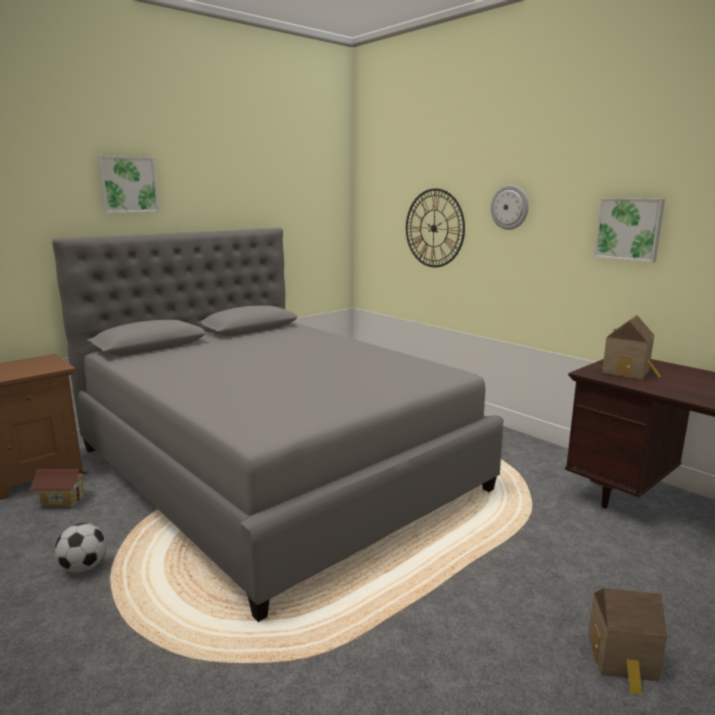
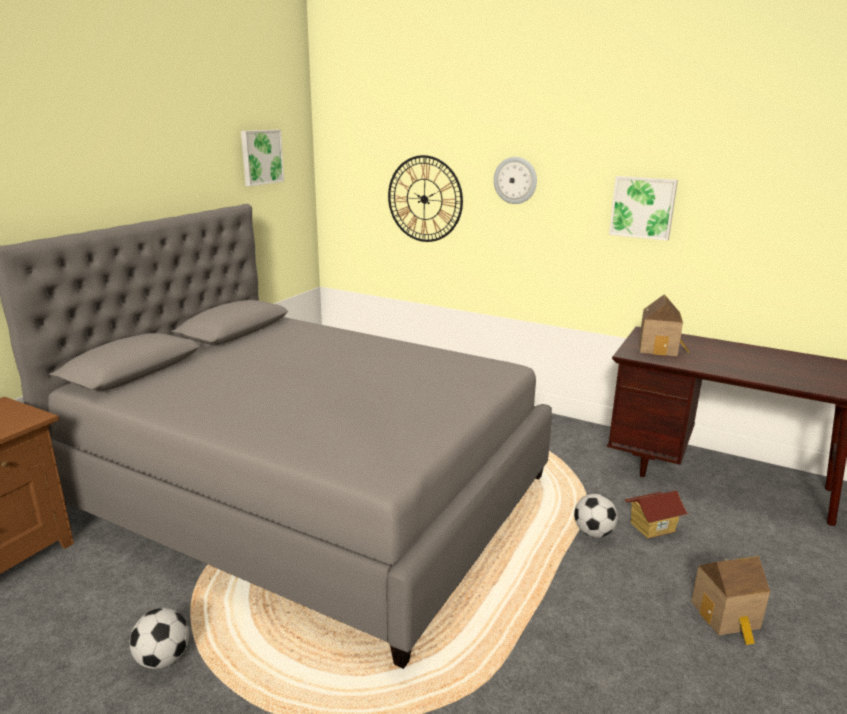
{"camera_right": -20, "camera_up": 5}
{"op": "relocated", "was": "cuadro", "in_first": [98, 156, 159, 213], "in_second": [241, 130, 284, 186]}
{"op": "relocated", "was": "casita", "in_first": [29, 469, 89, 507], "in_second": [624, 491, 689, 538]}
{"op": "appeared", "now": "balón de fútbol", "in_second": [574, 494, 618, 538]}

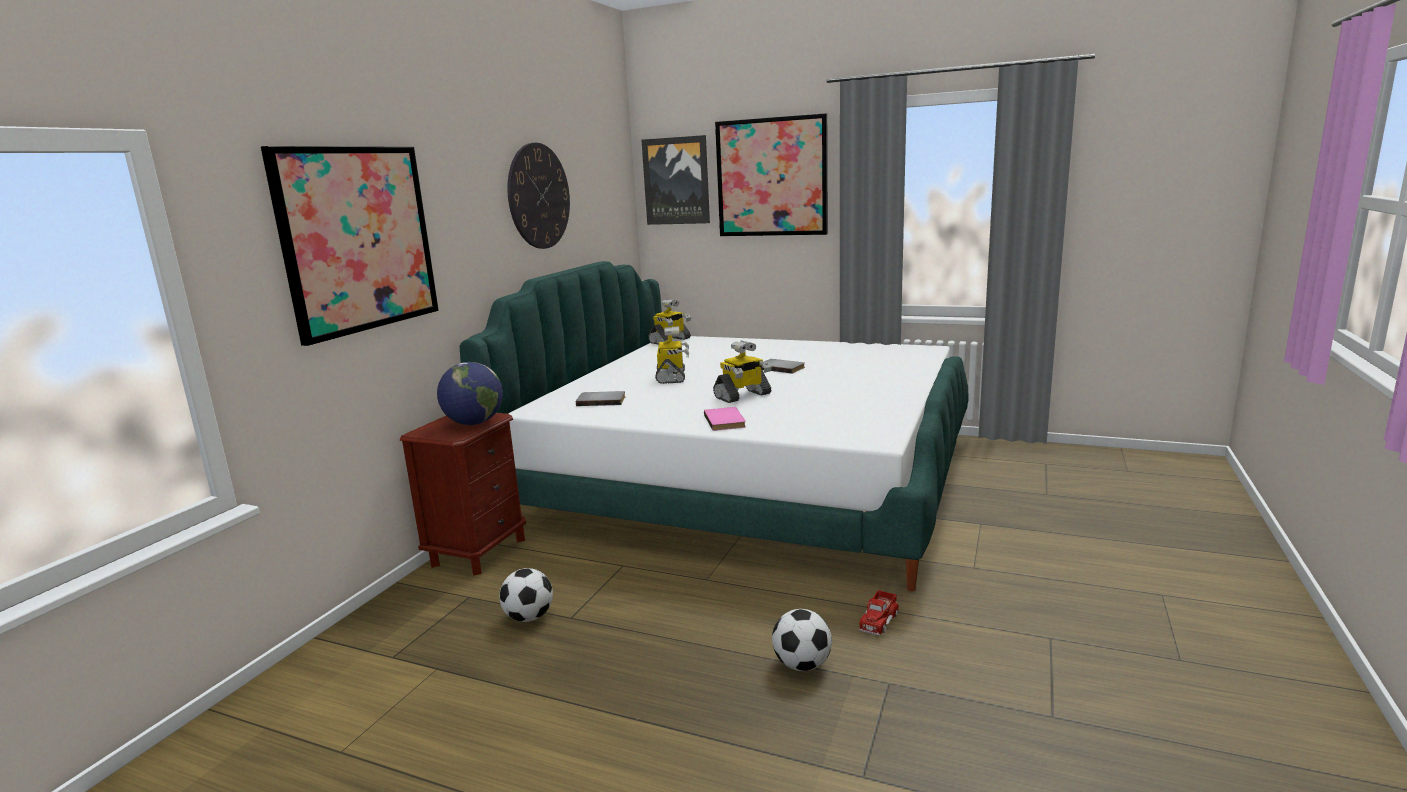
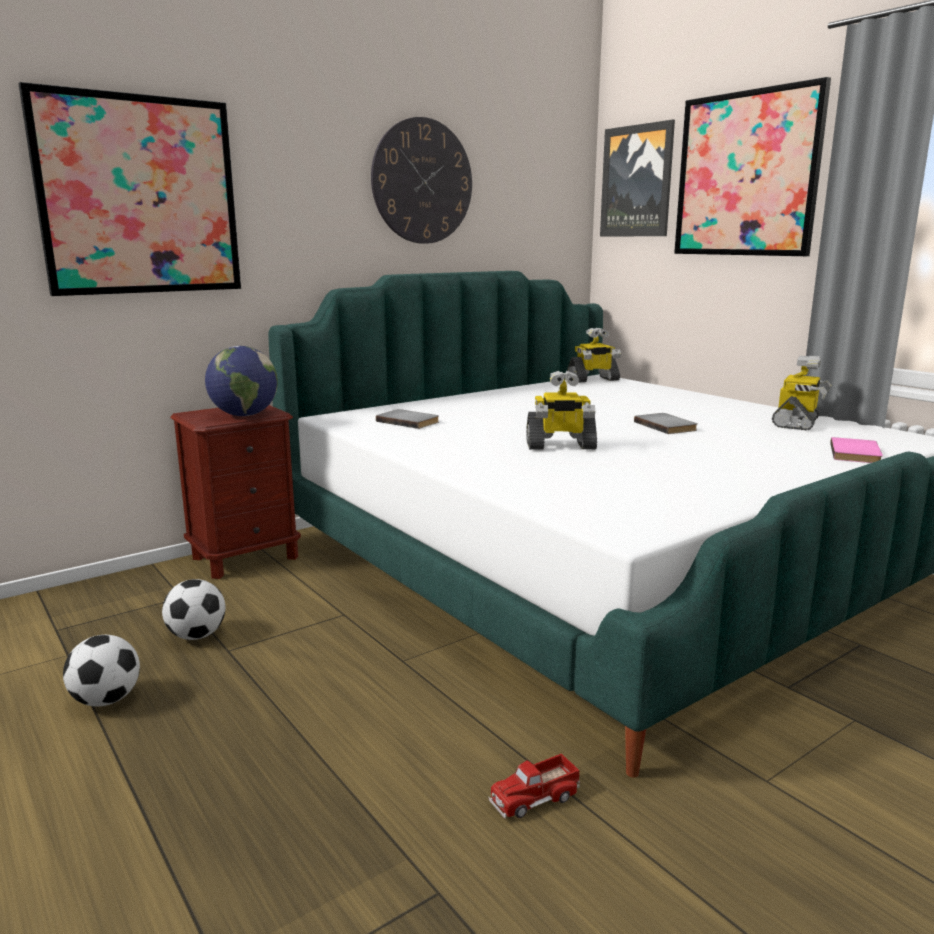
{"camera_right": 30, "camera_up": 0}
{"op": "relocated", "was": "robot de juguete", "in_first": [655, 326, 689, 384], "in_second": [772, 356, 831, 430]}
{"op": "relocated", "was": "libro/rosa", "in_first": [704, 407, 746, 431], "in_second": [830, 437, 883, 463]}
{"op": "relocated", "was": "balón de fútbol", "in_first": [772, 609, 832, 671], "in_second": [63, 635, 140, 706]}

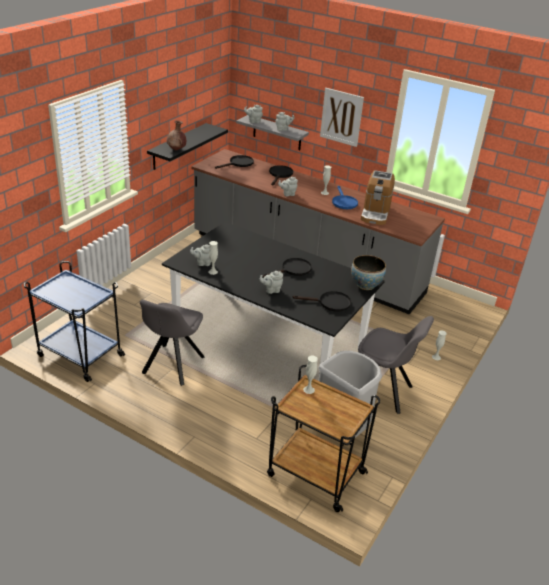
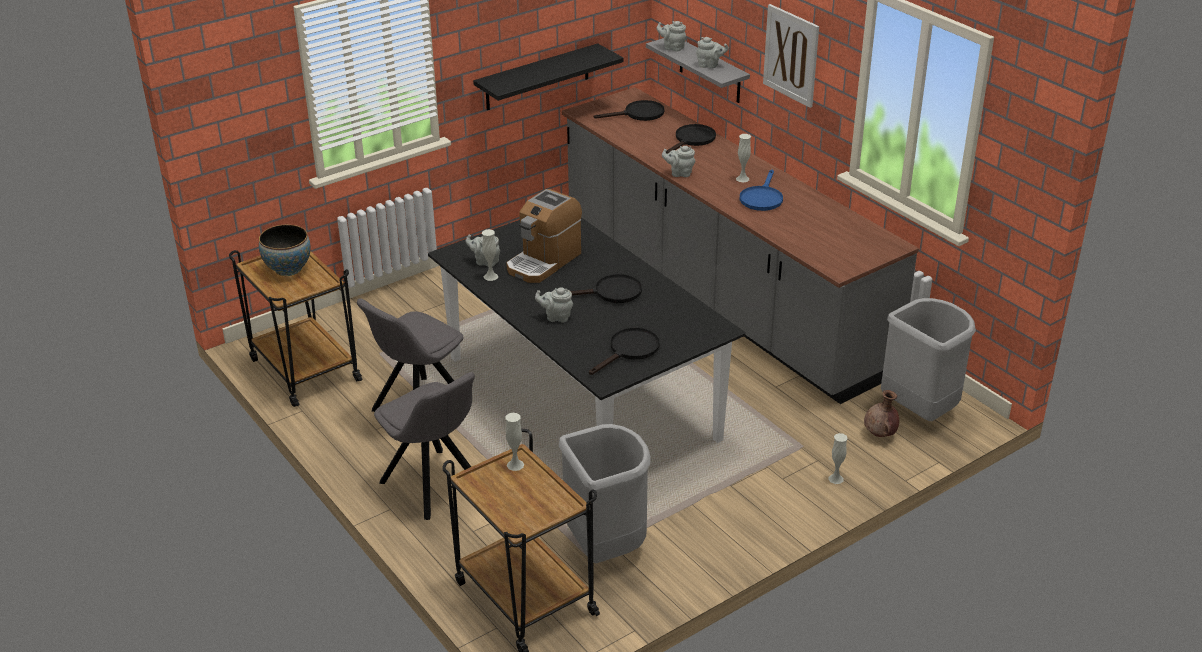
{"camera_right": 25, "camera_up": 0}
{"op": "relocated", "was": "florero/marrón", "in_first": [167, 120, 186, 150], "in_second": [864, 390, 899, 437]}
{"op": "relocated", "was": "cafetera", "in_first": [361, 170, 395, 225], "in_second": [506, 189, 582, 283]}
{"op": "relocated", "was": "cuenco", "in_first": [351, 255, 386, 290], "in_second": [259, 225, 311, 276]}
{"op": "colour", "was": "carrito/azul", "now": "carrito/marrón", "in_first": [24, 261, 125, 382], "in_second": [229, 250, 362, 407]}
{"op": "spun", "was": "sartén/negro", "in_first": [293, 291, 351, 312], "in_second": [589, 328, 660, 375], "clockwise": -75}
{"op": "relocated", "was": "silla/gris", "in_first": [358, 316, 434, 414], "in_second": [374, 372, 475, 520]}
{"op": "appeared", "now": "papelera/gris", "in_second": [881, 298, 976, 421]}

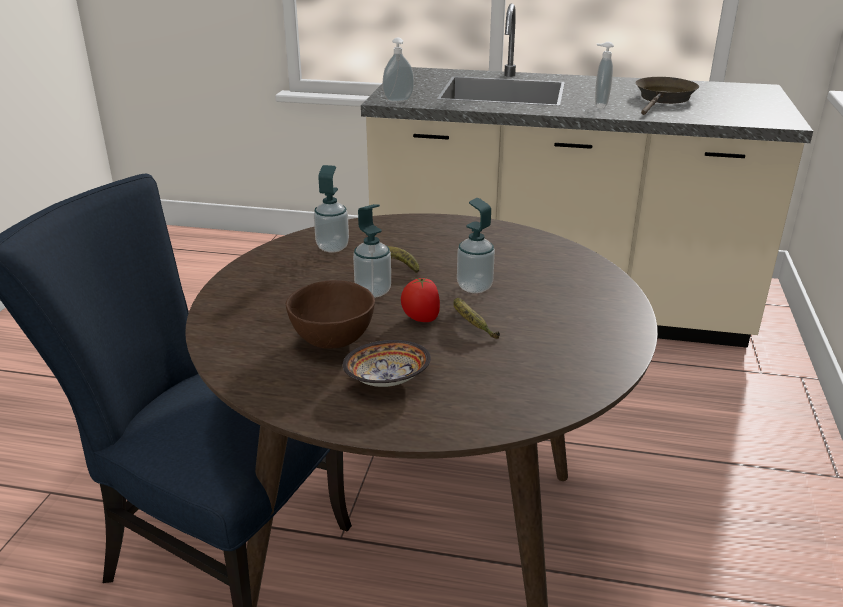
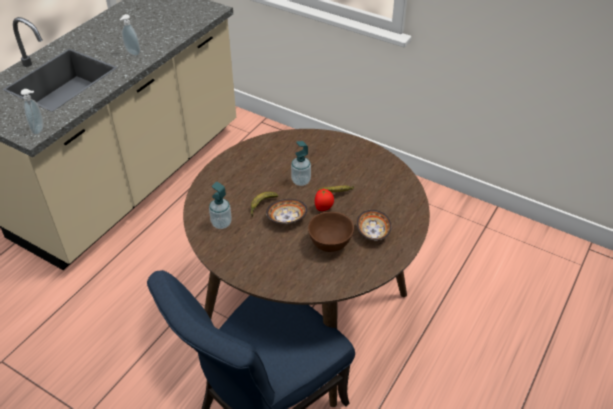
{"camera_right": -70, "camera_up": 15}
{"op": "missing", "was": "sartén/marrón", "in_first": [635, 77, 699, 115]}
{"op": "exchanged", "was": "dispensador de jabón", "now": "cuenco", "in_first": [353, 204, 391, 298], "in_second": [266, 199, 307, 224]}

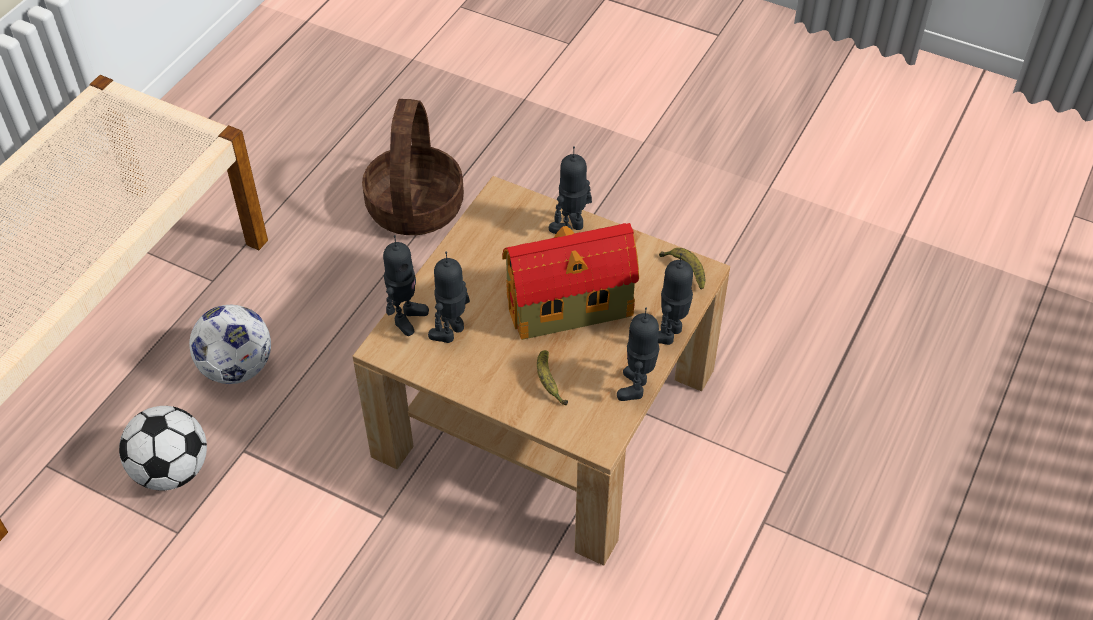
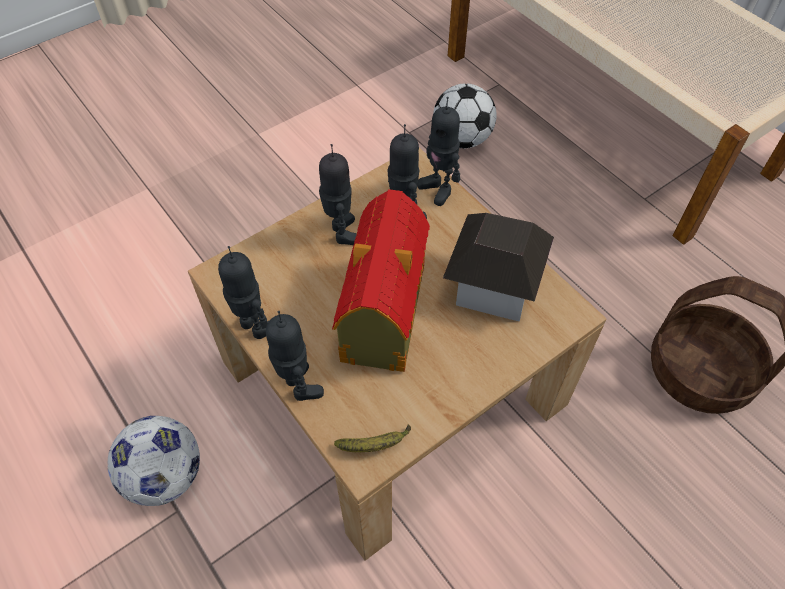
{"camera_right": 115, "camera_up": 5}
{"op": "relocated", "was": "robot de juguete", "in_first": [549, 146, 592, 234], "in_second": [319, 144, 357, 245]}
{"op": "relocated", "was": "balón de fútbol", "in_first": [189, 305, 271, 384], "in_second": [108, 416, 200, 506]}
{"op": "missing", "was": "plátano", "in_first": [537, 350, 568, 405]}
{"op": "appeared", "now": "casita", "in_second": [443, 213, 554, 322]}

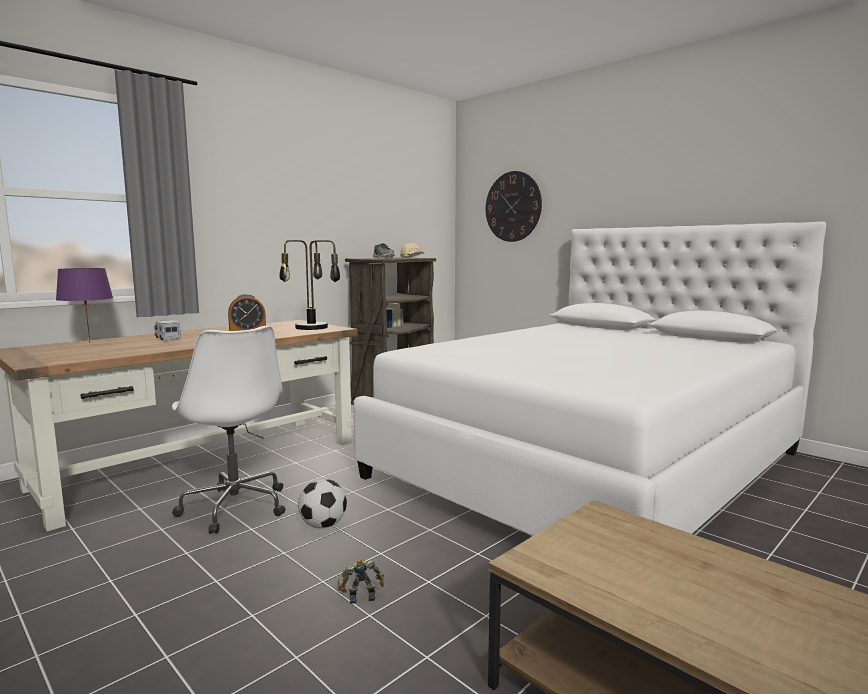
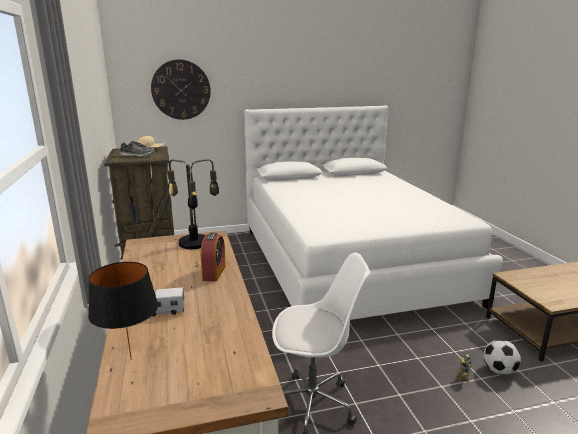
{"camera_right": -60, "camera_up": 10}
{"op": "colour", "was": "lámpara de mesa/morado", "now": "lámpara de mesa/negro", "in_first": [56, 268, 113, 343], "in_second": [88, 262, 158, 360]}
{"op": "relocated", "was": "balón de fútbol", "in_first": [298, 479, 347, 529], "in_second": [484, 340, 521, 375]}

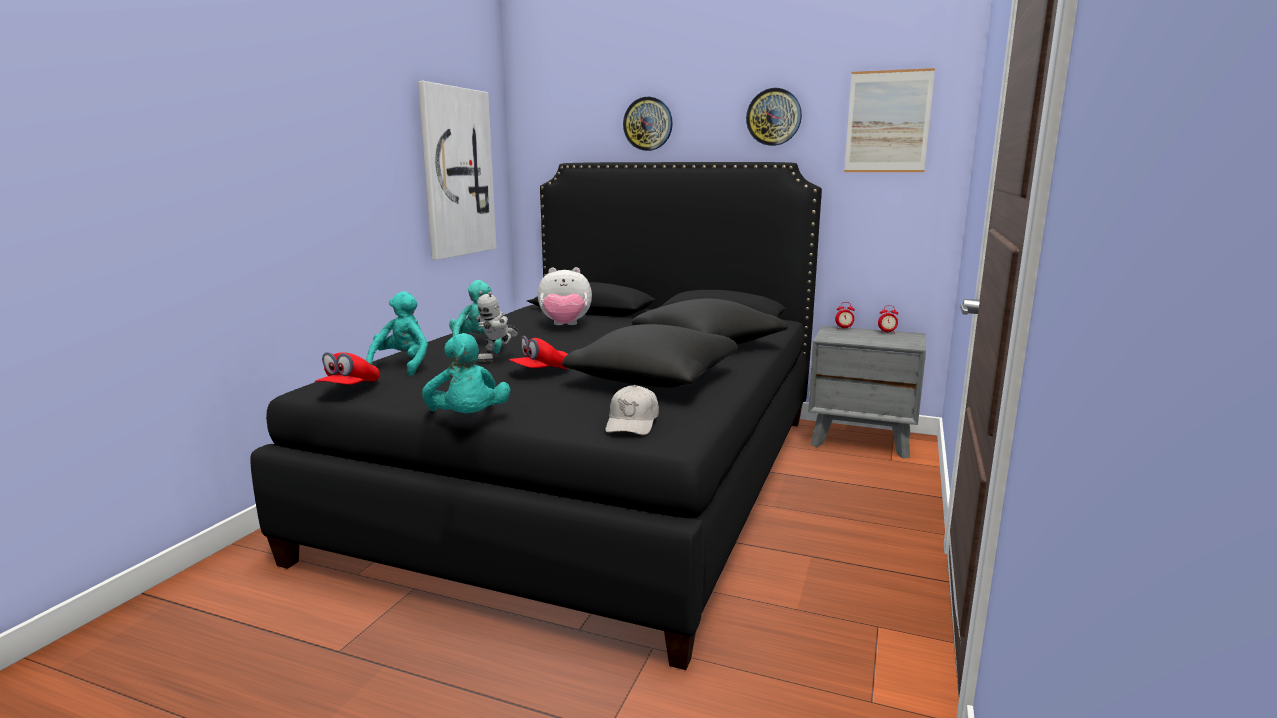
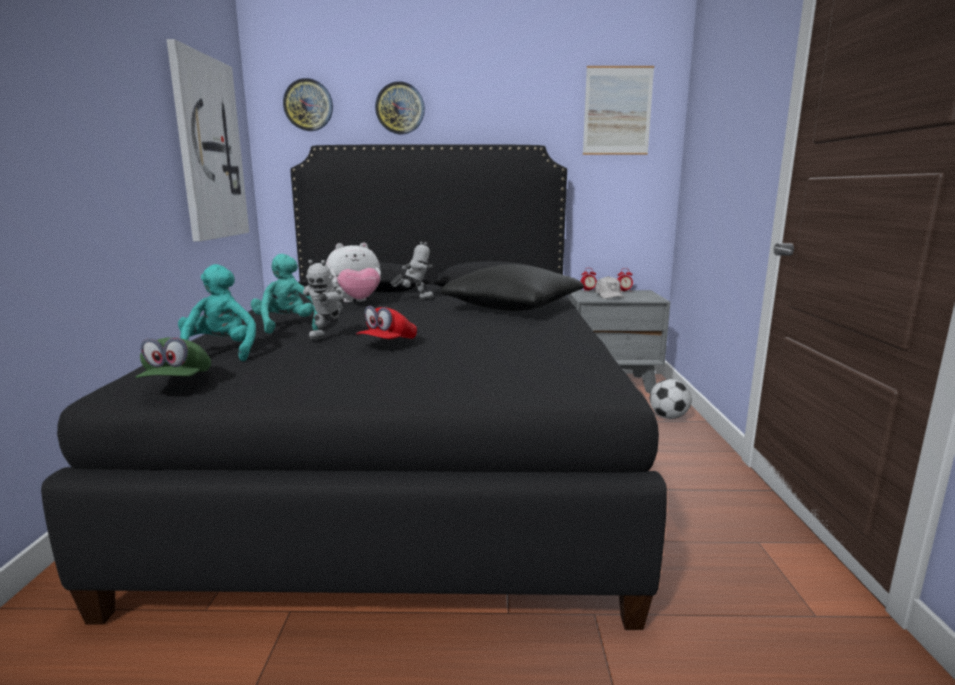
{"camera_right": -20, "camera_up": 0}
{"op": "relocated", "was": "reloj de pared", "in_first": [746, 88, 802, 146], "in_second": [283, 78, 333, 131]}
{"op": "missing", "was": "cojín/negro", "in_first": [562, 324, 738, 388]}
{"op": "missing", "was": "peluche/turquesa", "in_first": [422, 333, 510, 413]}
{"op": "colour", "was": "gorra/rojo", "now": "gorra/verde", "in_first": [315, 352, 379, 385], "in_second": [135, 337, 211, 378]}
{"op": "relocated", "was": "gorra/blanco", "in_first": [605, 385, 659, 435], "in_second": [595, 276, 625, 299]}
{"op": "appeared", "now": "robot de juguete", "in_second": [390, 241, 434, 300]}
{"op": "appeared", "now": "balón de fútbol", "in_second": [650, 379, 692, 419]}

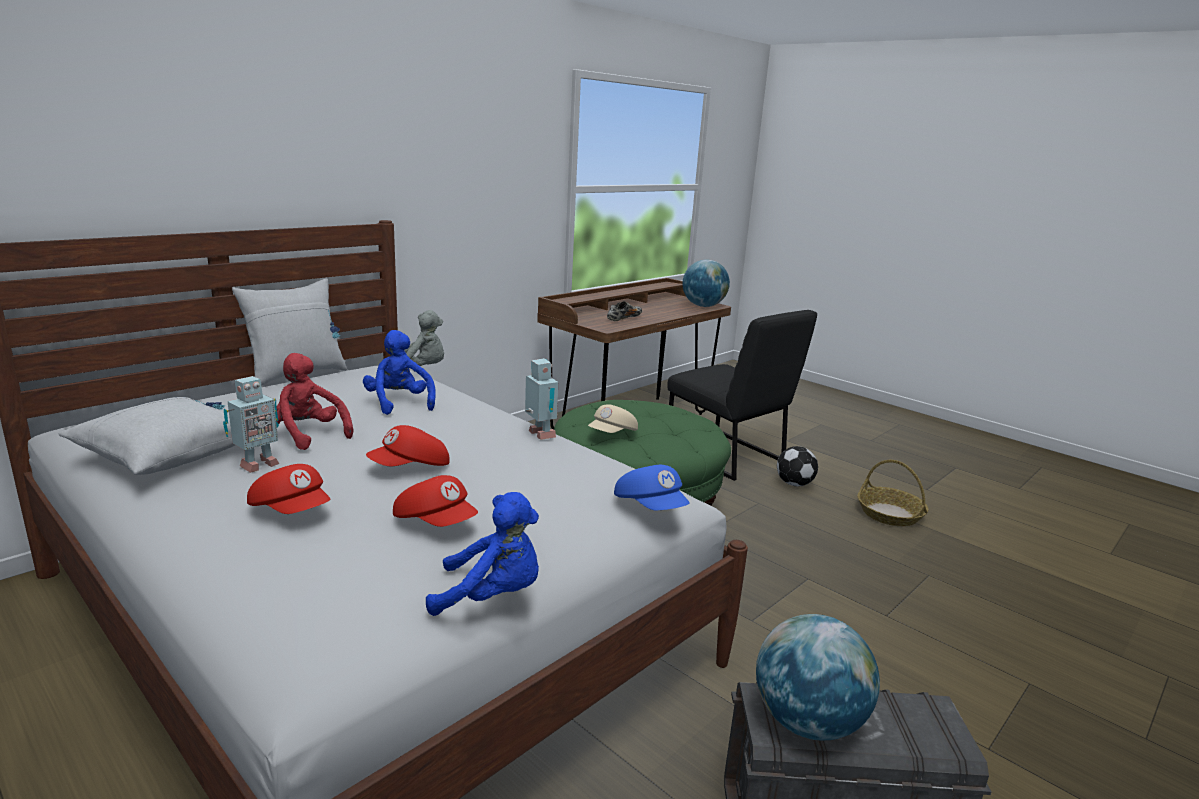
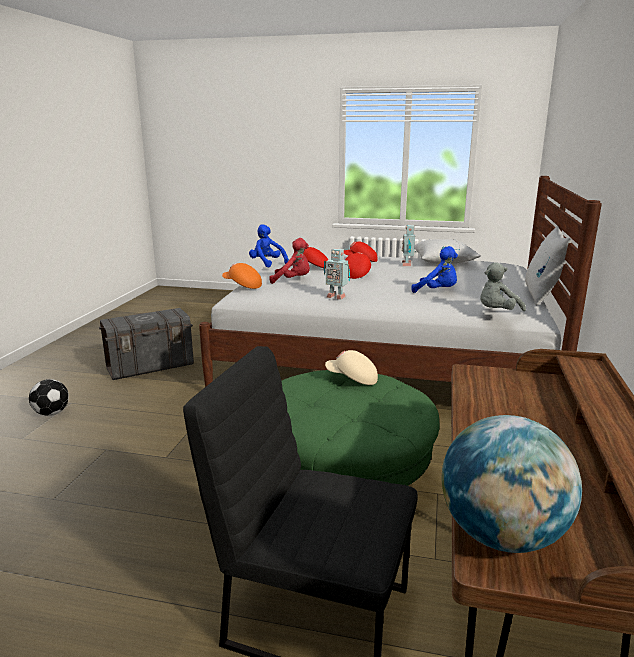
{"camera_right": 150, "camera_up": 0}
{"op": "missing", "was": "zapato", "in_first": [607, 301, 642, 321]}
{"op": "relocated", "was": "peluche/rojo", "in_first": [277, 353, 353, 450], "in_second": [270, 238, 310, 284]}
{"op": "spun", "was": "gorra/beis", "in_first": [588, 404, 638, 433], "in_second": [325, 350, 378, 385], "clockwise": -75}
{"op": "relocated", "was": "balón de fútbol", "in_first": [777, 446, 818, 486], "in_second": [29, 379, 69, 416]}
{"op": "missing", "was": "cesta", "in_first": [857, 460, 928, 526]}
{"op": "colour", "was": "gorra/azul", "now": "gorra/naranja", "in_first": [614, 465, 689, 510], "in_second": [222, 263, 262, 289]}
{"op": "spun", "was": "peluche/azul", "in_first": [426, 492, 539, 616], "in_second": [249, 224, 289, 267], "clockwise": 75}
{"op": "missing", "was": "globo terráqueo", "in_first": [756, 614, 880, 741]}

